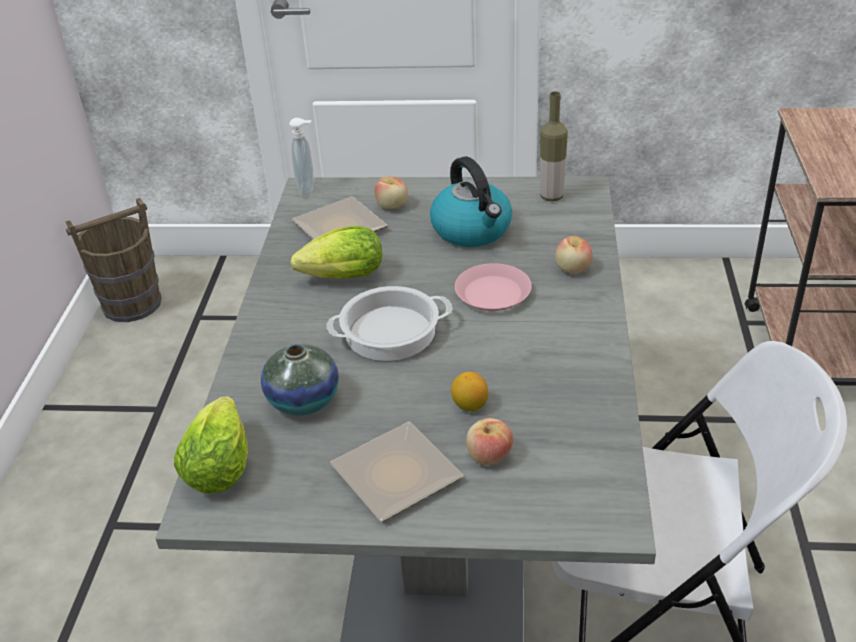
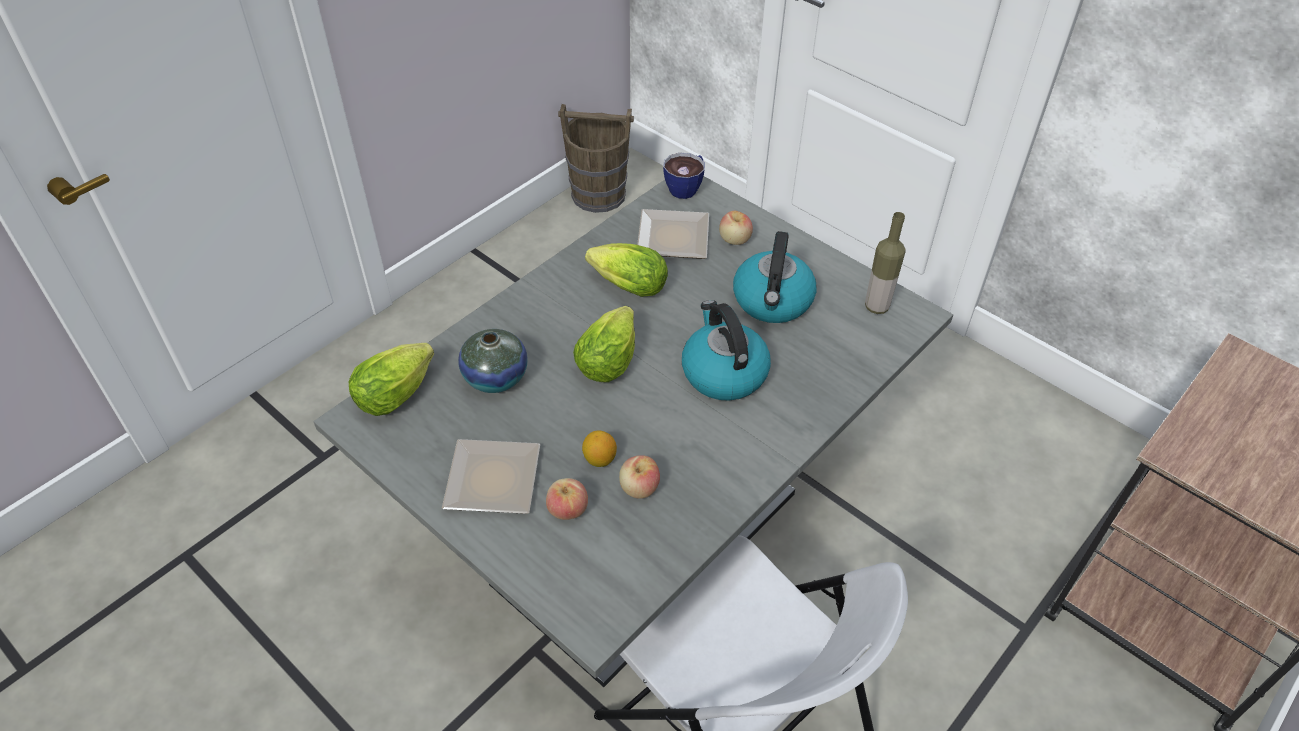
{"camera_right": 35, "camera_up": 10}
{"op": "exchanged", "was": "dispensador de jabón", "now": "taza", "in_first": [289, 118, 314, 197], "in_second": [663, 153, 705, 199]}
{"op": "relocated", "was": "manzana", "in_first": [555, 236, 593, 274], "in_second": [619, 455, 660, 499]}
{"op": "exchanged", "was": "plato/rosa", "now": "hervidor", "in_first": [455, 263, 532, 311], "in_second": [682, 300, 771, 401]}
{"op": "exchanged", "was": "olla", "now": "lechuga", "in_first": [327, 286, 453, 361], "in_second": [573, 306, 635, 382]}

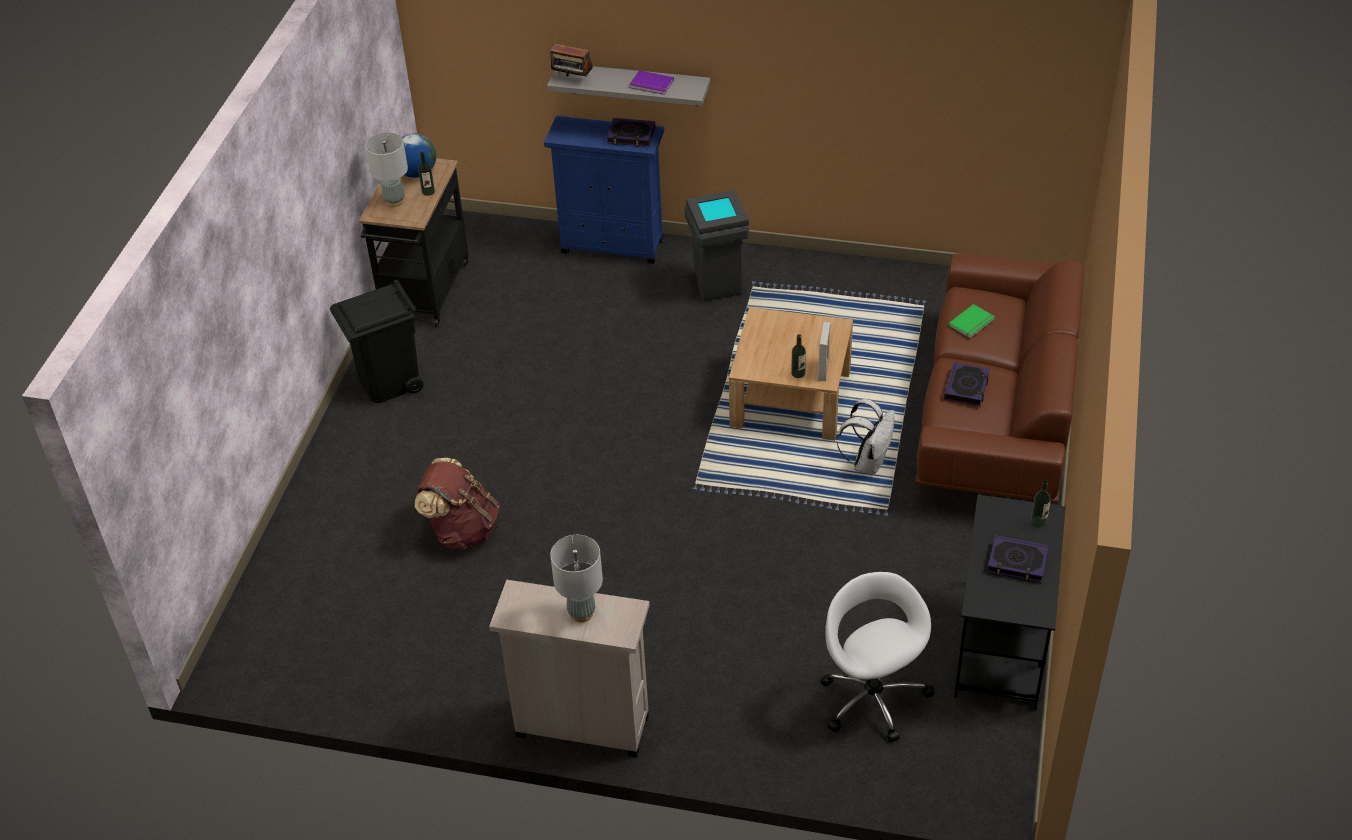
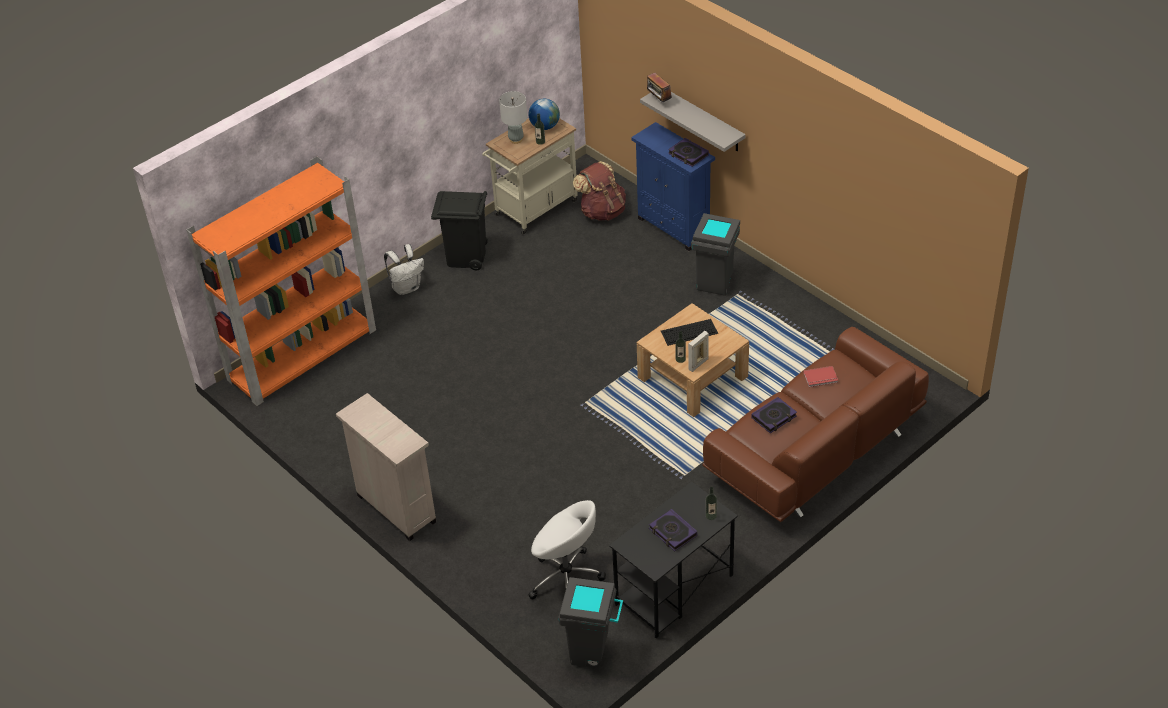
{"camera_right": 35, "camera_up": 0}
{"op": "missing", "was": "libro/morado", "in_first": [629, 71, 674, 95]}
{"op": "colour", "was": "carrito/negro", "now": "carrito/beis", "in_first": [359, 158, 469, 327], "in_second": [482, 118, 578, 235]}
{"op": "colour", "was": "libro/verde", "now": "libro/rojo", "in_first": [948, 304, 995, 338], "in_second": [803, 366, 838, 387]}
{"op": "relocated", "was": "mochila/blanco", "in_first": [837, 399, 895, 475], "in_second": [384, 244, 424, 295]}
{"op": "relocated", "was": "mochila/marrón", "in_first": [415, 458, 499, 550], "in_second": [573, 161, 626, 221]}
{"op": "missing", "was": "lámpara de mesa/gris", "in_first": [550, 535, 603, 623]}
{"op": "spun", "was": "silla de oficina/blanco", "in_first": [820, 572, 935, 742], "in_second": [529, 500, 606, 600], "clockwise": 120}
{"op": "appeared", "now": "estantería/naranja", "in_second": [186, 156, 376, 406]}
{"op": "appeared", "now": "teclado", "in_second": [661, 319, 718, 346]}
{"op": "appeared", "now": "papelera/gris", "in_second": [558, 577, 623, 667]}

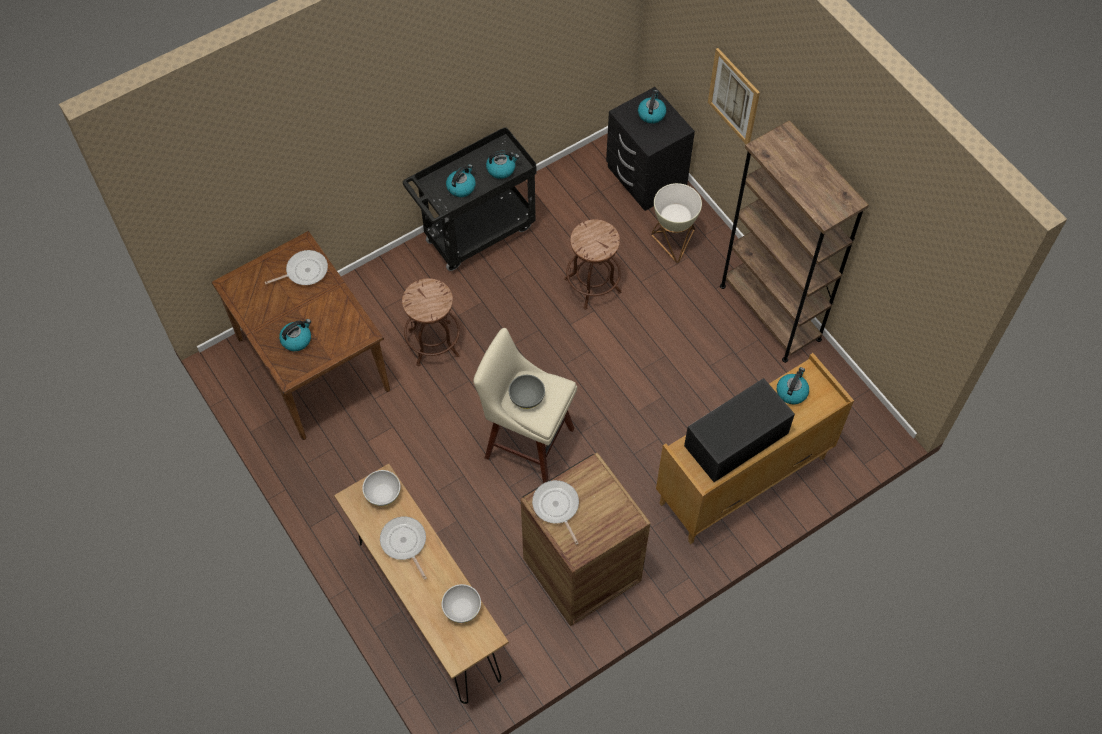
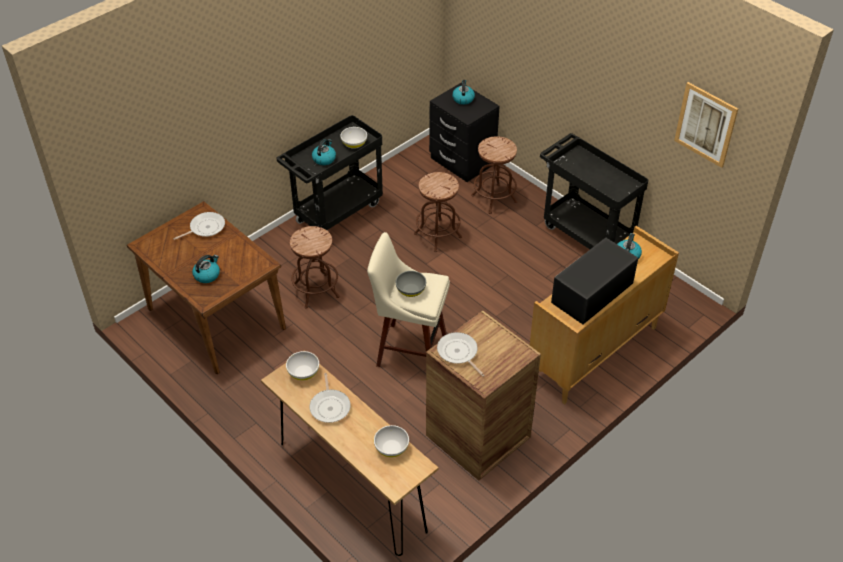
{"camera_right": -10, "camera_up": -15}
{"op": "relocated", "was": "cuadro", "in_first": [708, 48, 760, 144], "in_second": [674, 82, 738, 168]}
{"op": "exchanged", "was": "estantería/marrón", "now": "carrito/negro", "in_first": [720, 120, 869, 363], "in_second": [540, 133, 648, 249]}
{"op": "exchanged", "was": "hervidor", "now": "cuenco/blanco", "in_first": [486, 151, 519, 179], "in_second": [340, 127, 367, 149]}
{"op": "exchanged", "was": "maceta", "now": "taburete/marrón", "in_first": [651, 183, 702, 263], "in_second": [471, 136, 517, 214]}
{"op": "spun", "was": "sartén", "in_first": [380, 516, 427, 580], "in_second": [310, 373, 351, 423], "clockwise": -150}

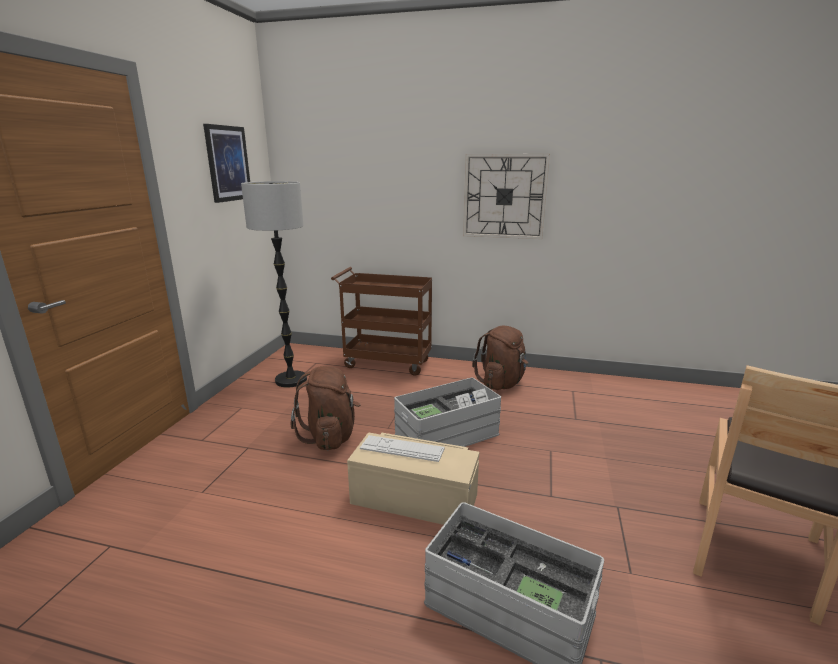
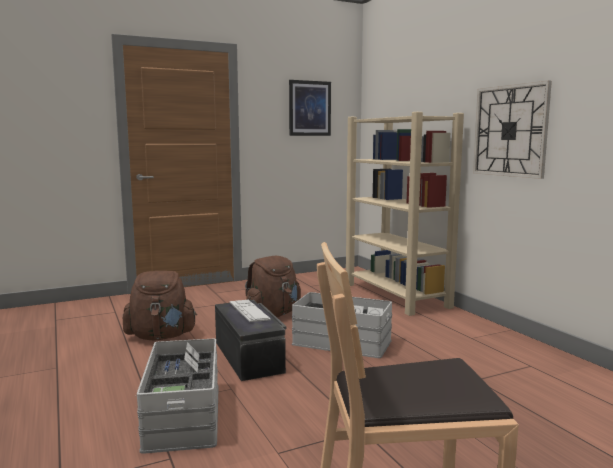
{"camera_right": 50, "camera_up": -10}
{"op": "missing", "was": "lámpara de pie", "in_first": [241, 181, 307, 388]}
{"op": "exchanged", "was": "carrito/marrón", "now": "estantería/beis", "in_first": [331, 267, 432, 376], "in_second": [346, 112, 464, 316]}
{"op": "relocated", "was": "mochila/marrón", "in_first": [472, 325, 529, 390], "in_second": [122, 271, 197, 340]}
{"op": "colour", "was": "caja de almacenaje/beis", "now": "caja de almacenaje/negro", "in_first": [347, 432, 479, 525], "in_second": [215, 300, 287, 381]}

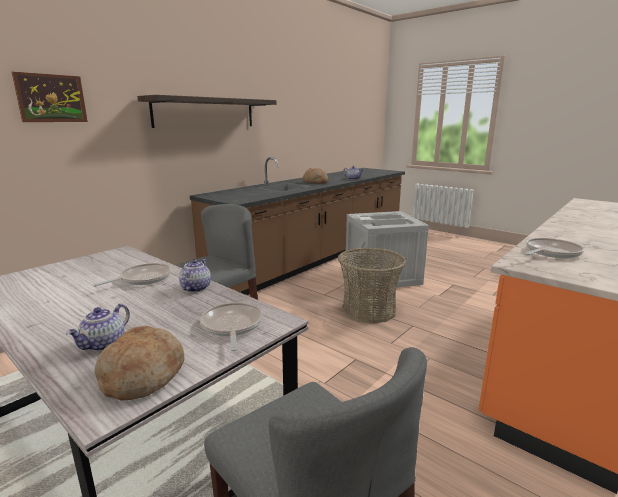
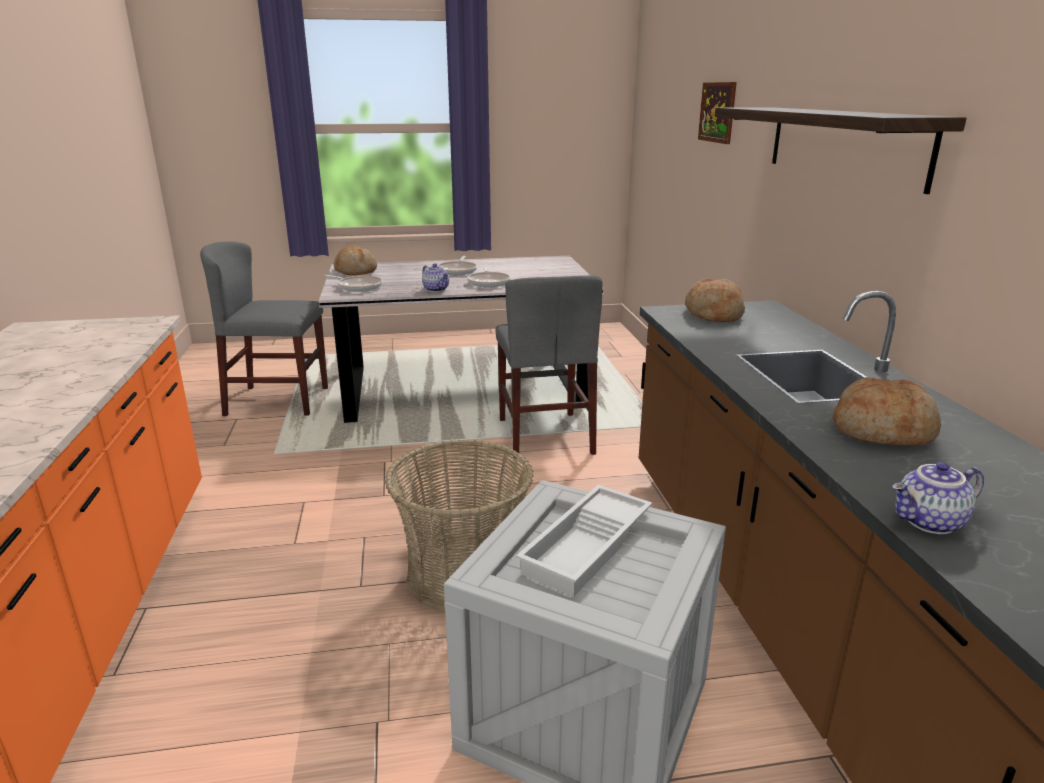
{"camera_right": 130, "camera_up": 5}
{"op": "relocated", "was": "sartén", "in_first": [524, 238, 584, 258], "in_second": [437, 256, 477, 275]}
{"op": "missing", "was": "tetera", "in_first": [66, 304, 130, 351]}
{"op": "appeared", "now": "pan", "in_second": [685, 278, 745, 322]}

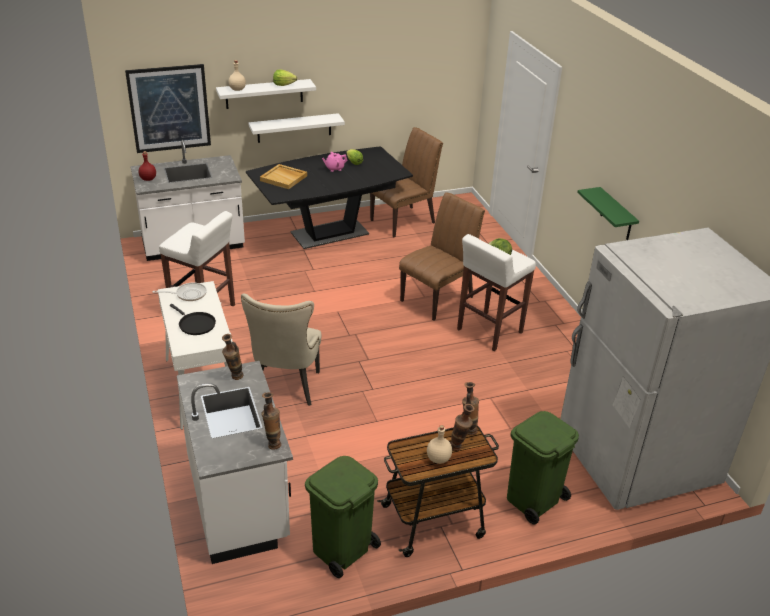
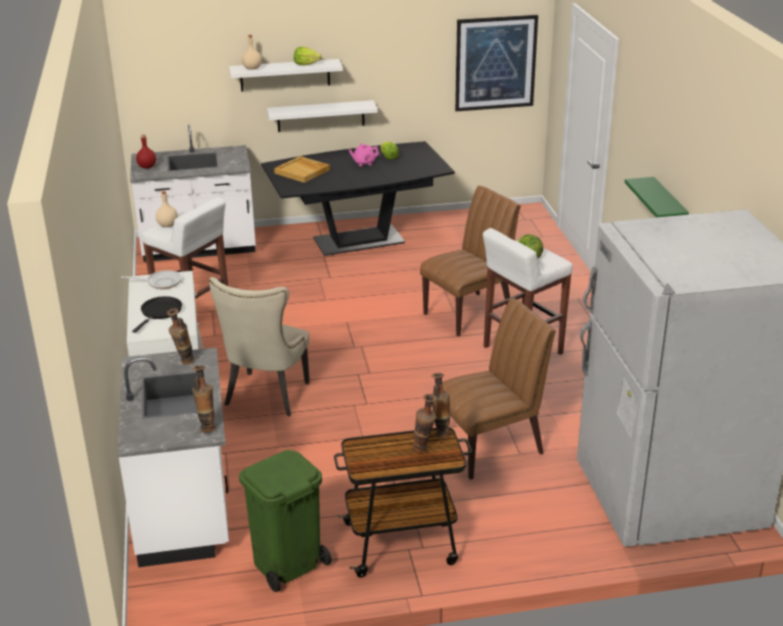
{"camera_right": 10, "camera_up": -5}
{"op": "relocated", "was": "cuadro", "in_first": [125, 64, 211, 153], "in_second": [455, 15, 538, 111]}
{"op": "relocated", "was": "silla/marrón", "in_first": [370, 127, 443, 237], "in_second": [433, 298, 556, 480]}
{"op": "spun", "was": "sartén/negro", "in_first": [170, 304, 216, 335], "in_second": [132, 296, 182, 333], "clockwise": -120}
{"op": "missing", "was": "papelera/verde", "in_first": [507, 411, 579, 525]}
{"op": "relocated", "was": "botella/beis", "in_first": [427, 425, 452, 464], "in_second": [156, 191, 178, 227]}

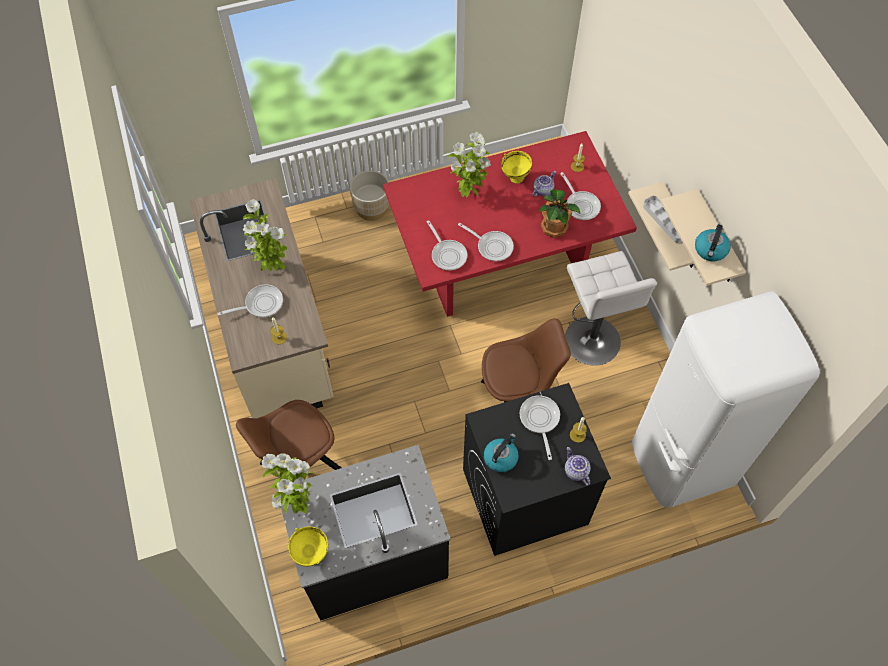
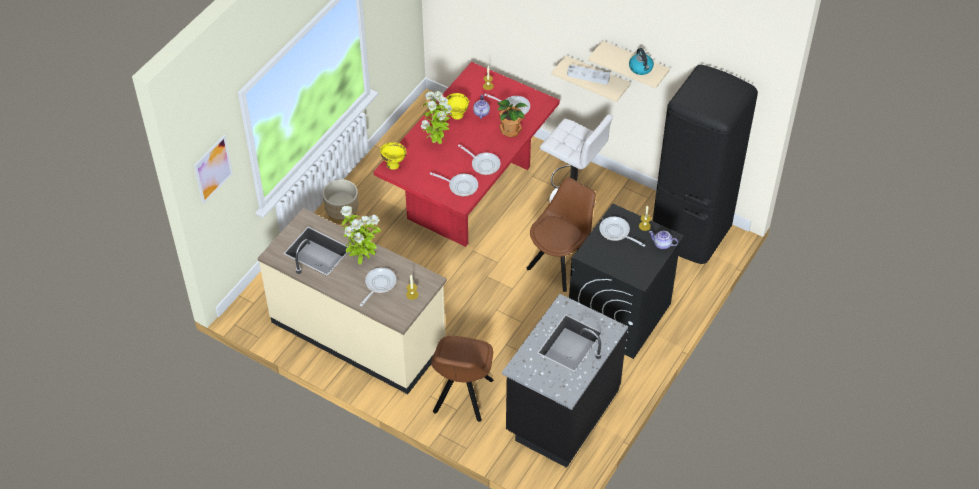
{"camera_right": -40, "camera_up": -10}
{"op": "spun", "was": "sartén", "in_first": [458, 223, 514, 261], "in_second": [458, 144, 501, 175], "clockwise": 45}
{"op": "colour", "was": "nevera/blanco", "now": "nevera/negro", "in_first": [632, 291, 819, 508], "in_second": [653, 65, 758, 264]}
{"op": "missing", "was": "hervidor", "in_first": [484, 433, 518, 472]}
{"op": "missing", "was": "planta en maceta", "in_first": [261, 453, 312, 514]}
{"op": "relocated", "was": "cuenco/amarillo", "in_first": [288, 526, 329, 566], "in_second": [380, 142, 407, 170]}
{"op": "appeared", "now": "cuadro", "in_second": [194, 135, 233, 204]}

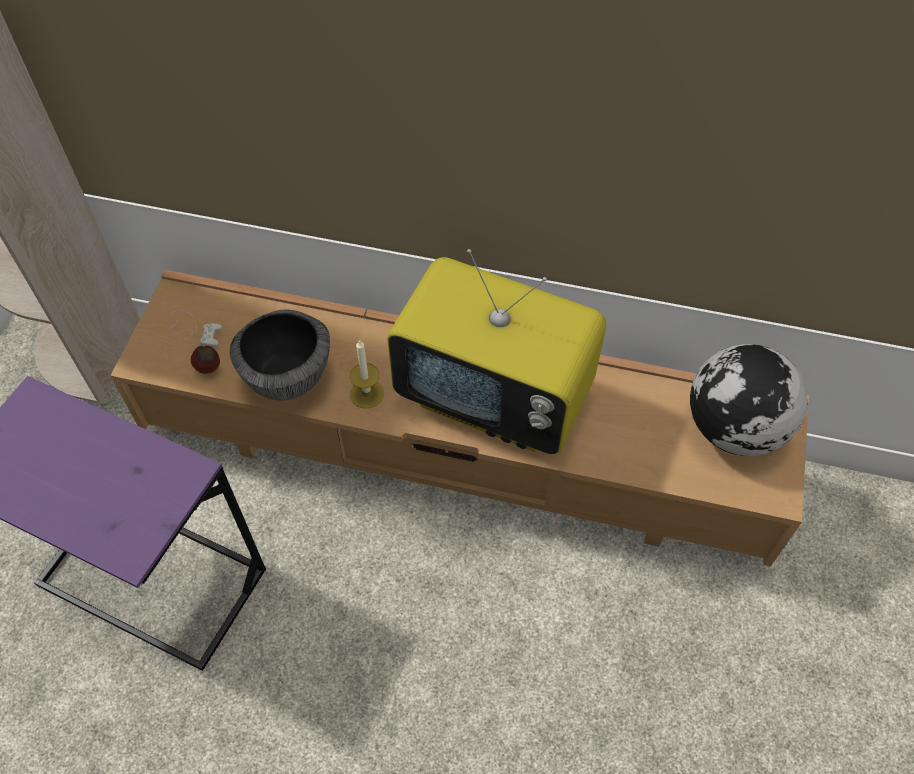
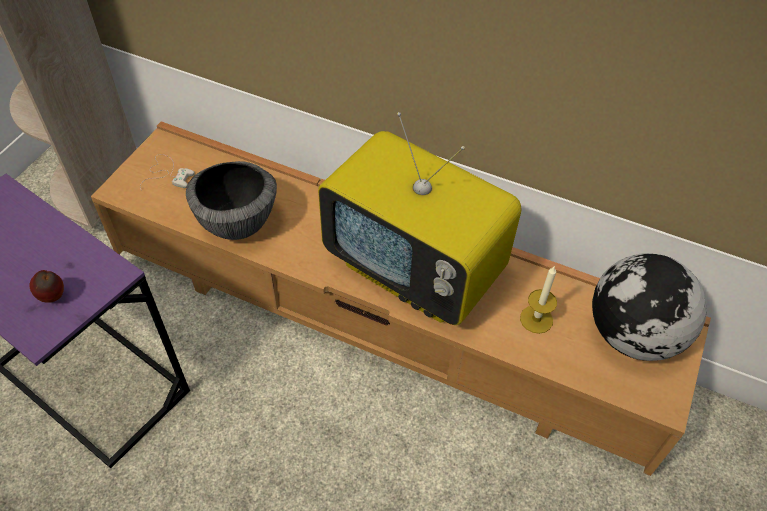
{"camera_right": 10, "camera_up": -5}
{"op": "relocated", "was": "vela", "in_first": [350, 339, 384, 408], "in_second": [520, 265, 557, 334]}
{"op": "relocated", "was": "manzana", "in_first": [191, 346, 220, 374], "in_second": [29, 270, 64, 303]}

